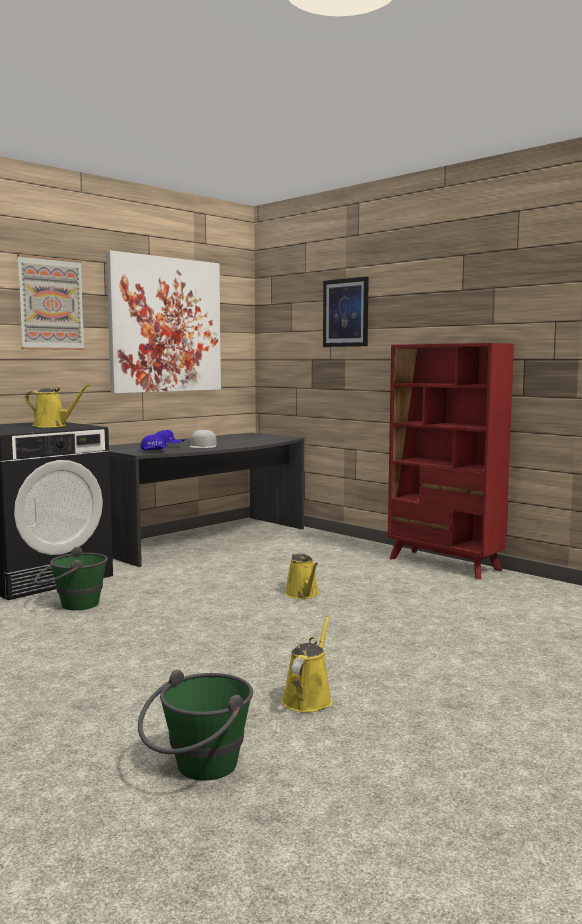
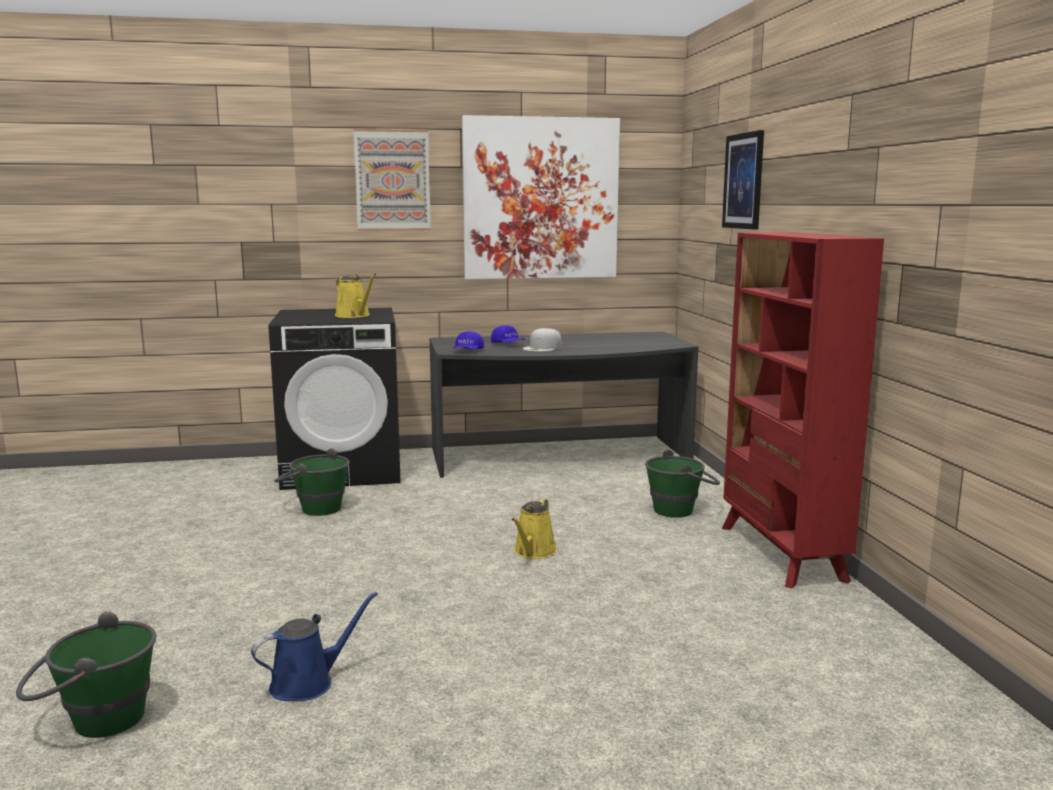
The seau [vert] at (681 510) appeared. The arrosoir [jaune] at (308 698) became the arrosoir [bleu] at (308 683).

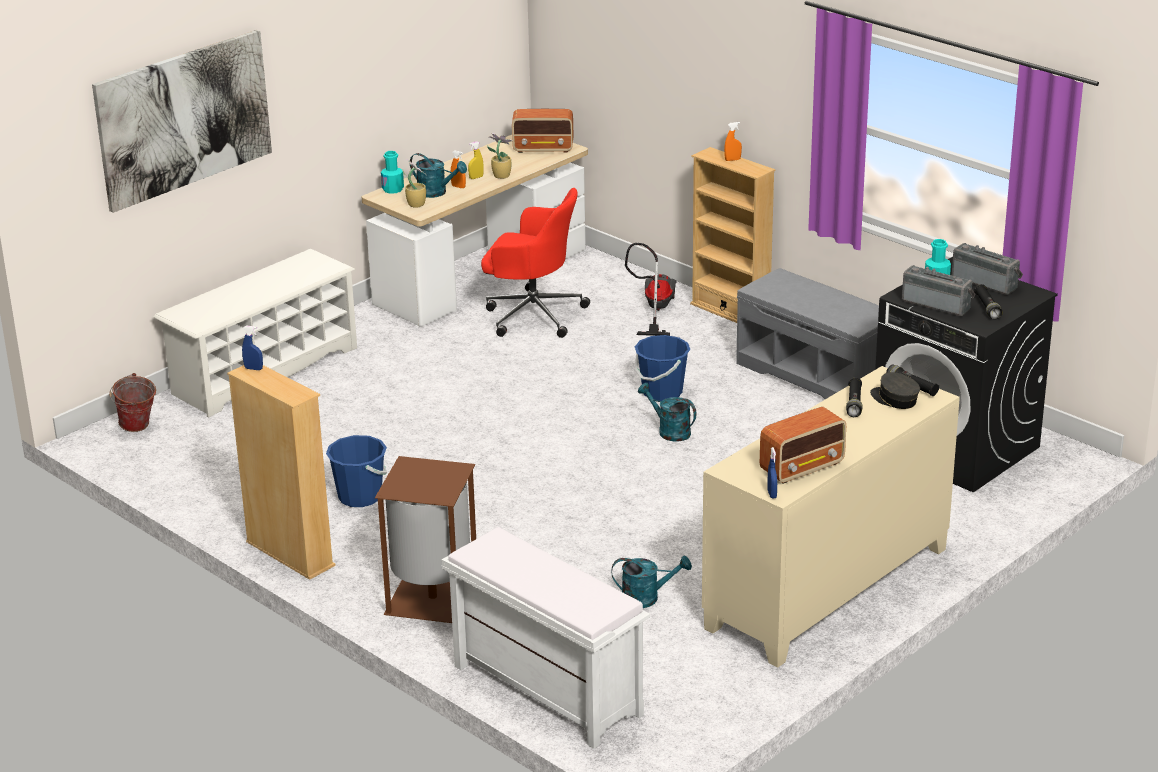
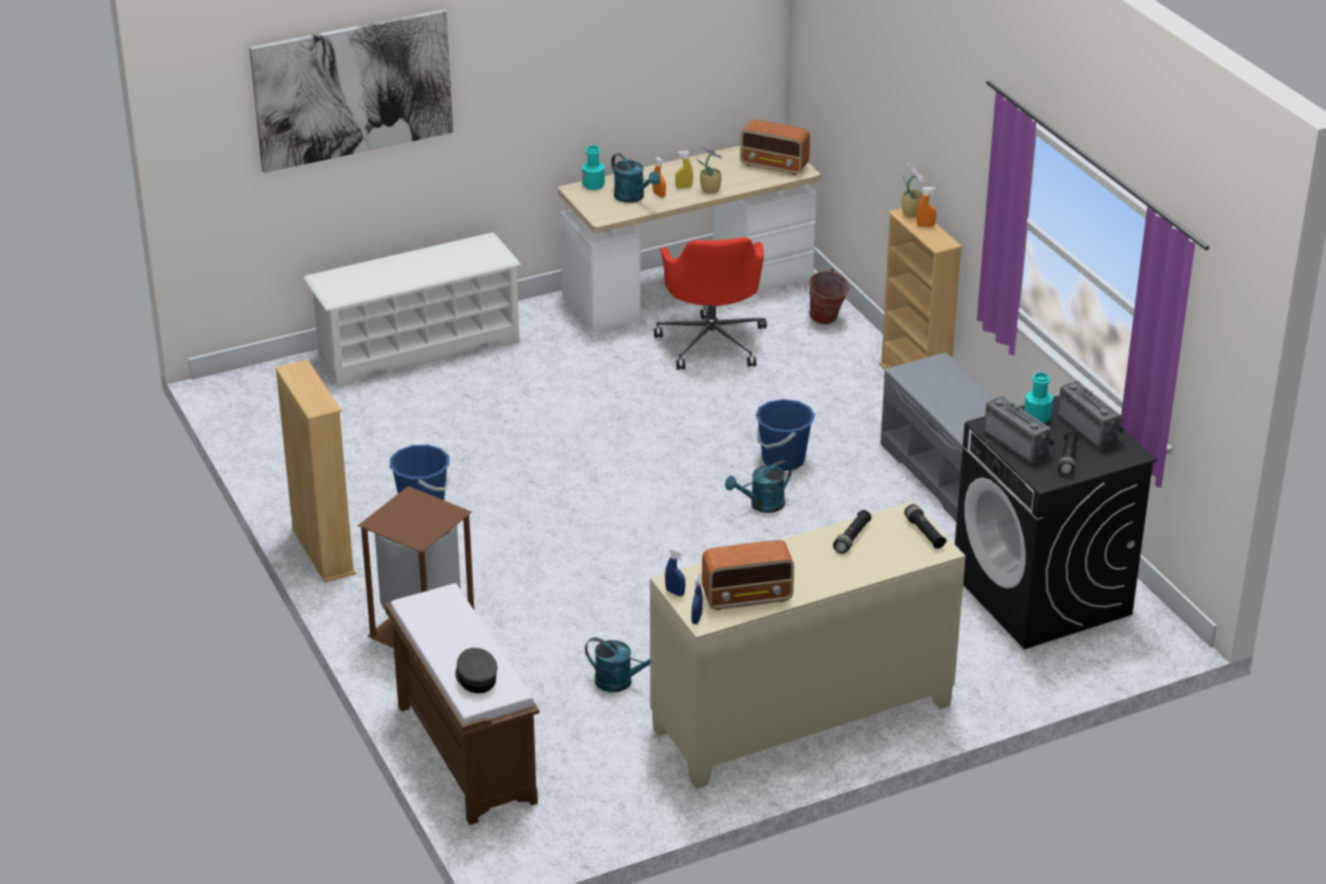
The aspirateur at (654 309) disappeared. The seau moved from (137 428) to (825 321). The vaporisateur [bleu] moved from (253 368) to (675 592). The plante en pot moved from (416 204) to (912 213). The casquette [gris] moved from (894 399) to (475 678). The banc [blanc] at (545 690) became the banc [marron] at (464 753). The chaise de bureau [rouge] at (532 314) turned 45 degrees clockwise. The arrosoir [turquoise] at (669 431) turned 90 degrees counterclockwise.

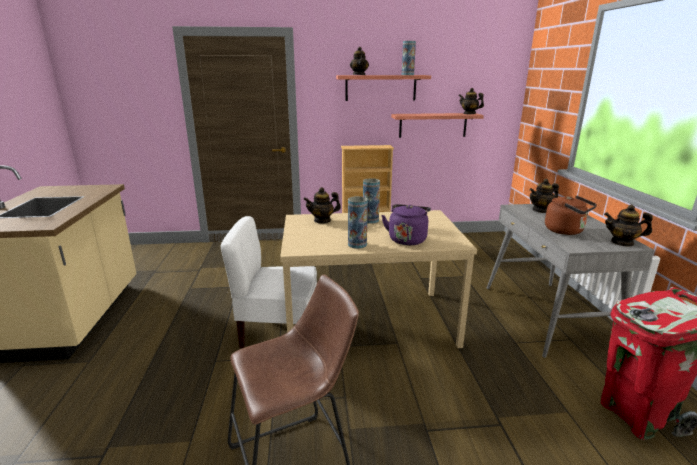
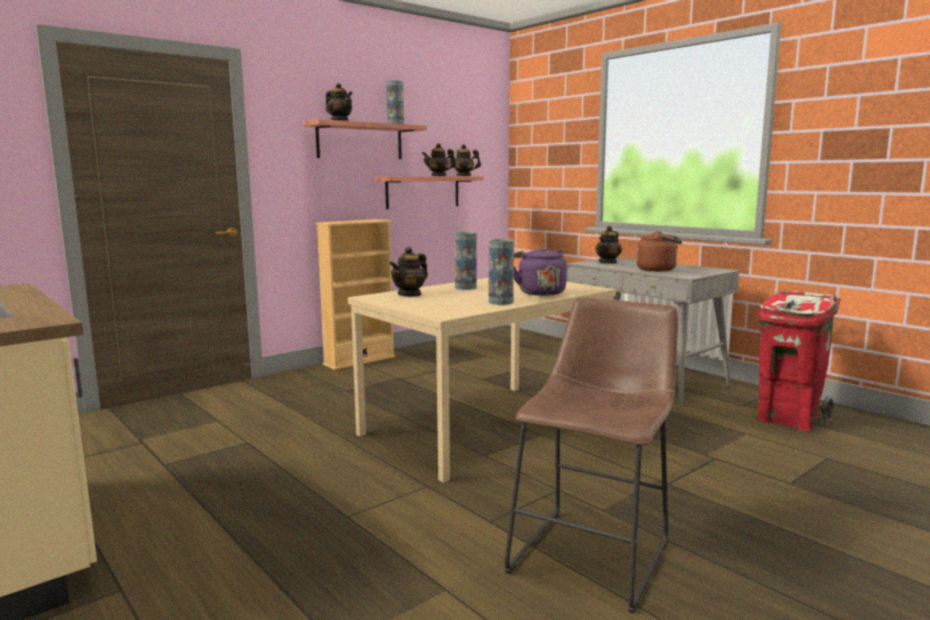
The chaise [blanc] at (278 331) disappeared. The théière moved from (622 242) to (439 176).

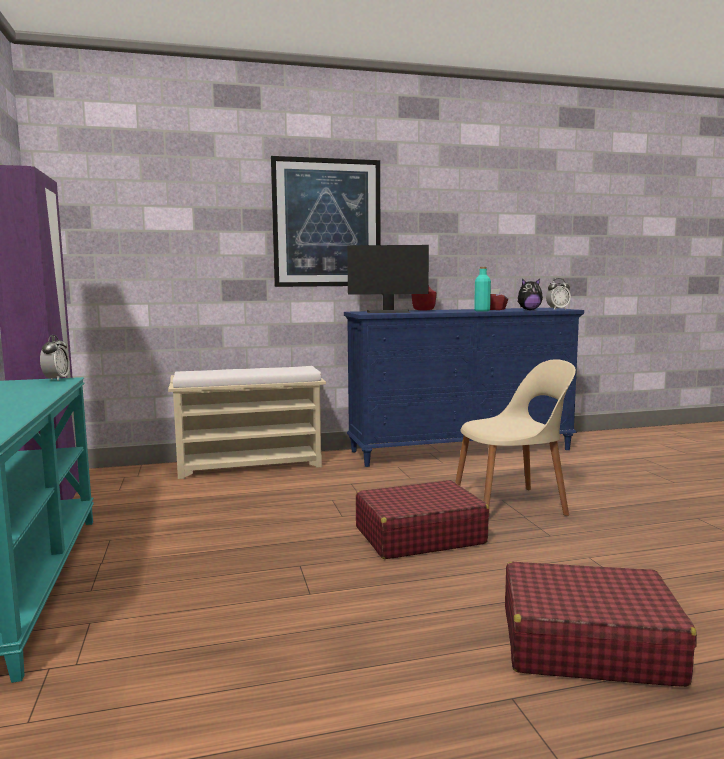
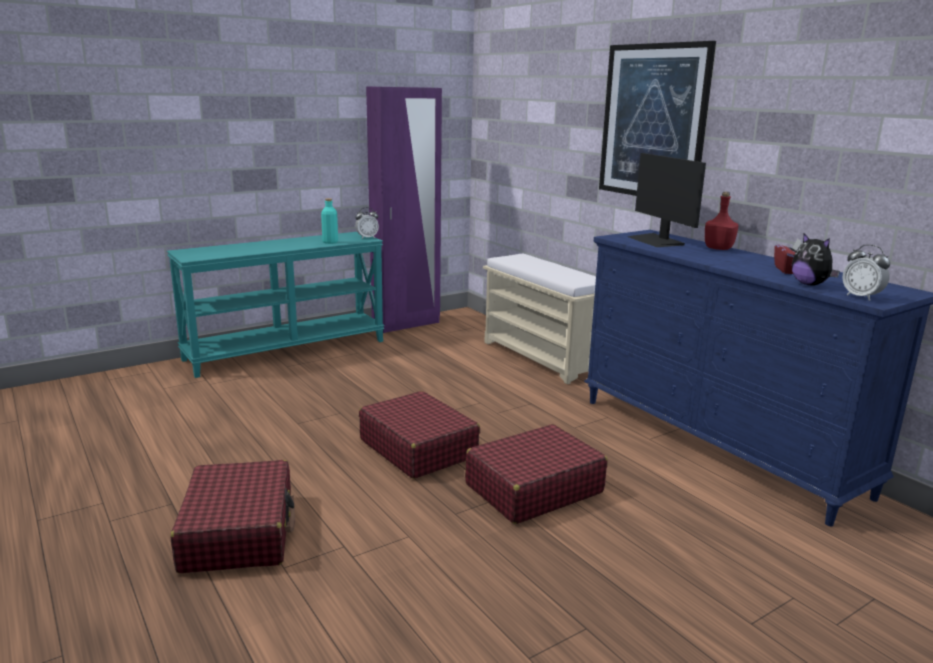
The bouteille [turquoise] moved from (482 311) to (330 242). The chaise [beige] at (512 505) was replaced by the valise [rouge] at (533 488).

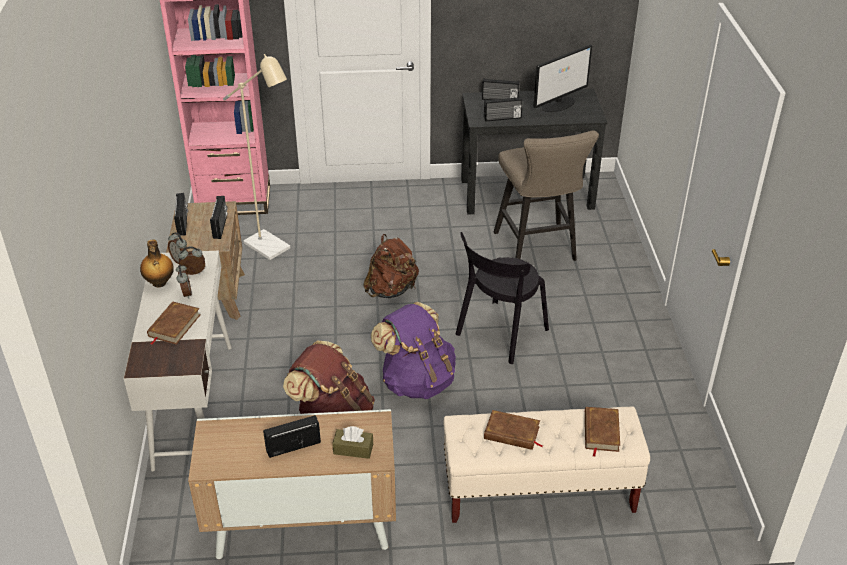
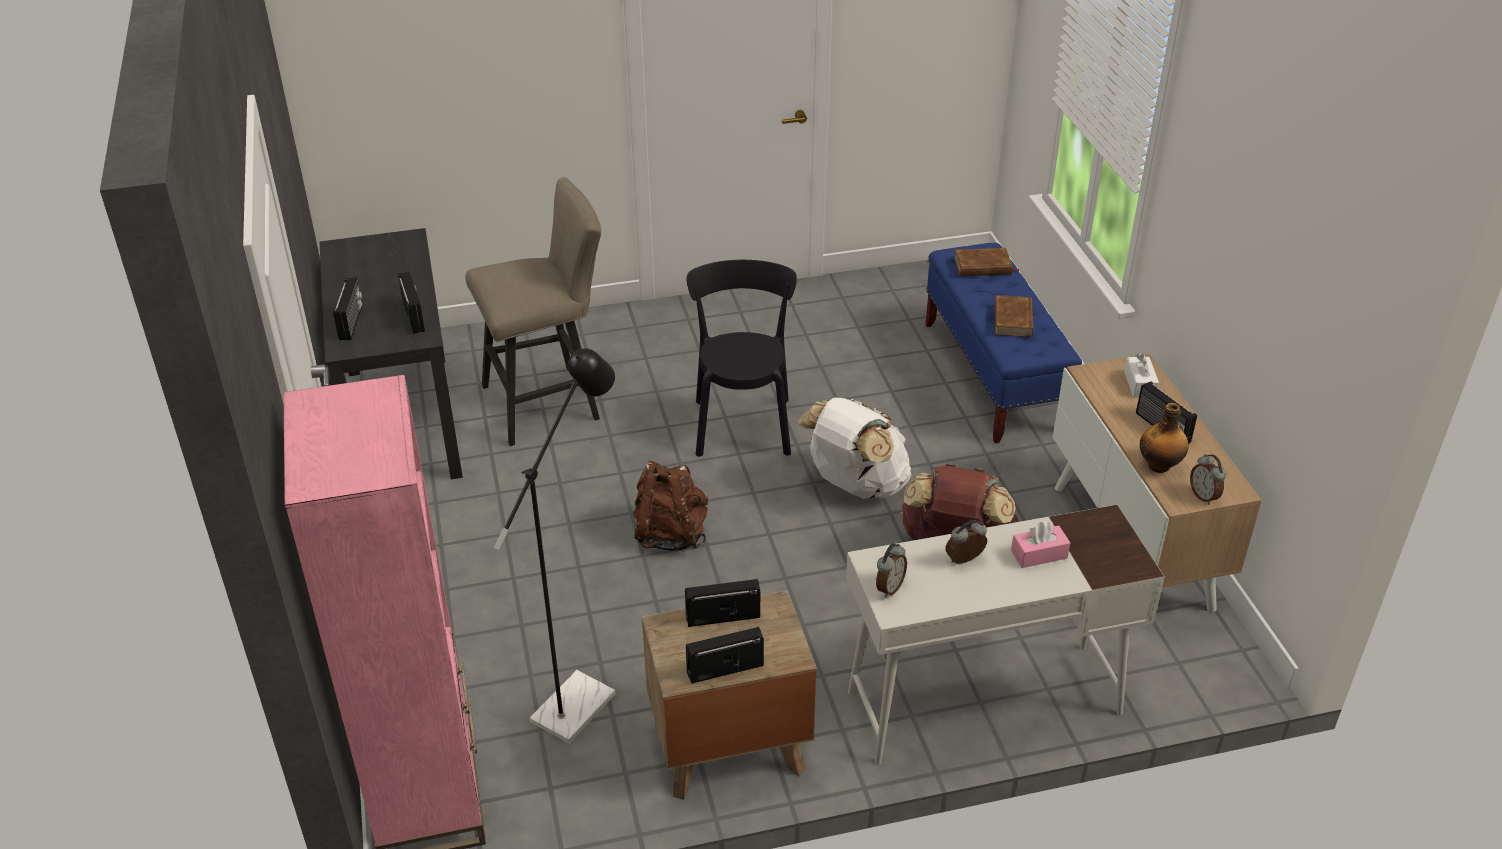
The écran d'ordinateur at (558 104) disappeared. The bouteille moved from (159 283) to (1159 465). The réveil moved from (193 273) to (1204 496). The livre [marron] at (174 326) was replaced by the boîte à mouchoirs [rose] at (1039 554). The lampadaire [beige] at (272 249) became the lampadaire [noir] at (582 697). The boîte à mouchoirs [marron] at (353 449) became the boîte à mouchoirs [blanc] at (1139 384). The sac à dos [violet] at (417 381) became the sac à dos [blanc] at (855 485). The banc [beige] at (538 491) became the banc [bleu] at (993 377). The chaise [noir] at (499 334) turned 120 degrees counterclockwise.

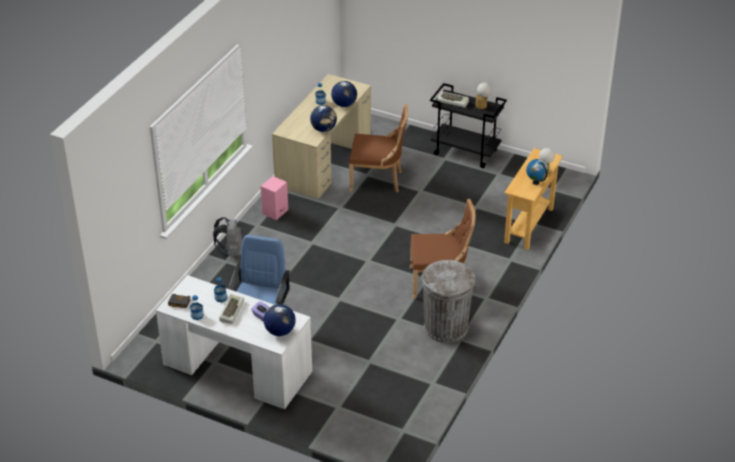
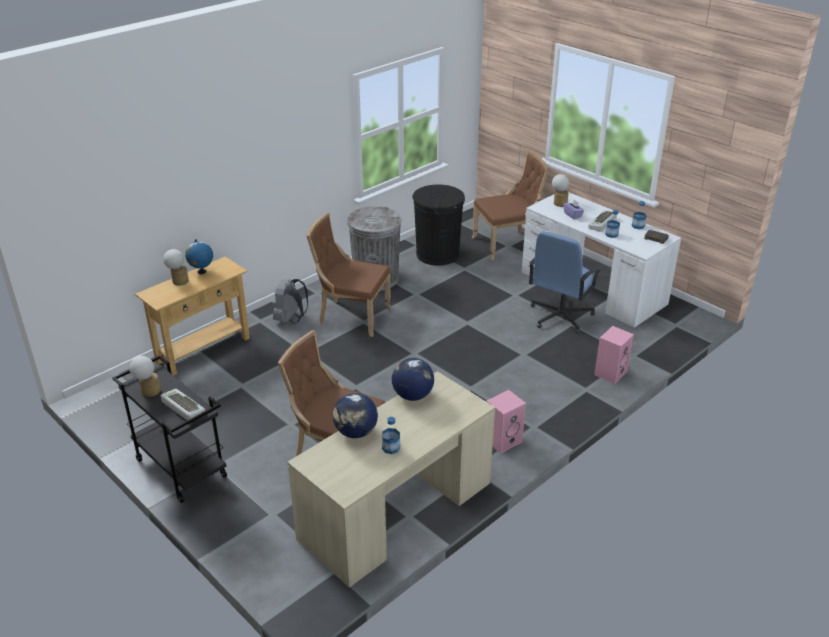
The poubelle [noir] at (437 254) appeared. The chaise [marron] at (507 243) appeared. The enceinte [rose] at (610 372) appeared. The sac à dos [gris] moved from (231 251) to (290 319). The globe at (280 331) was replaced by the lampe de table at (559 203).

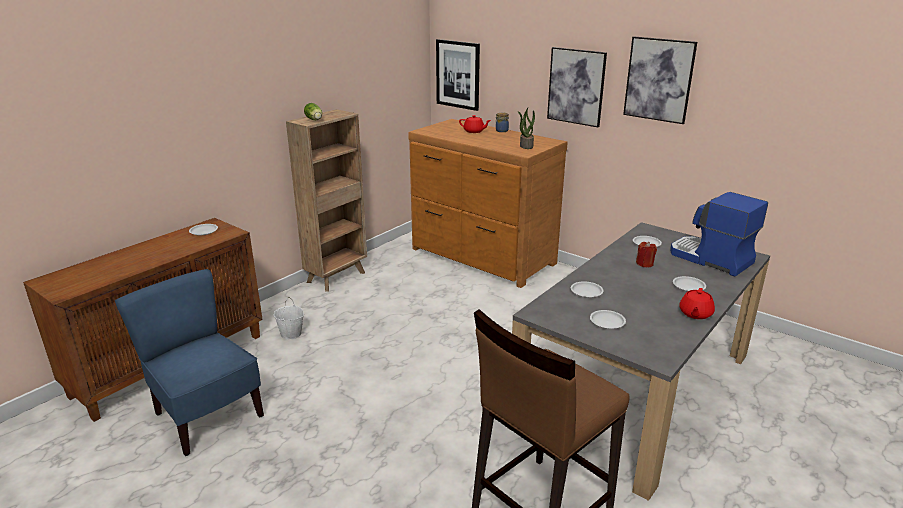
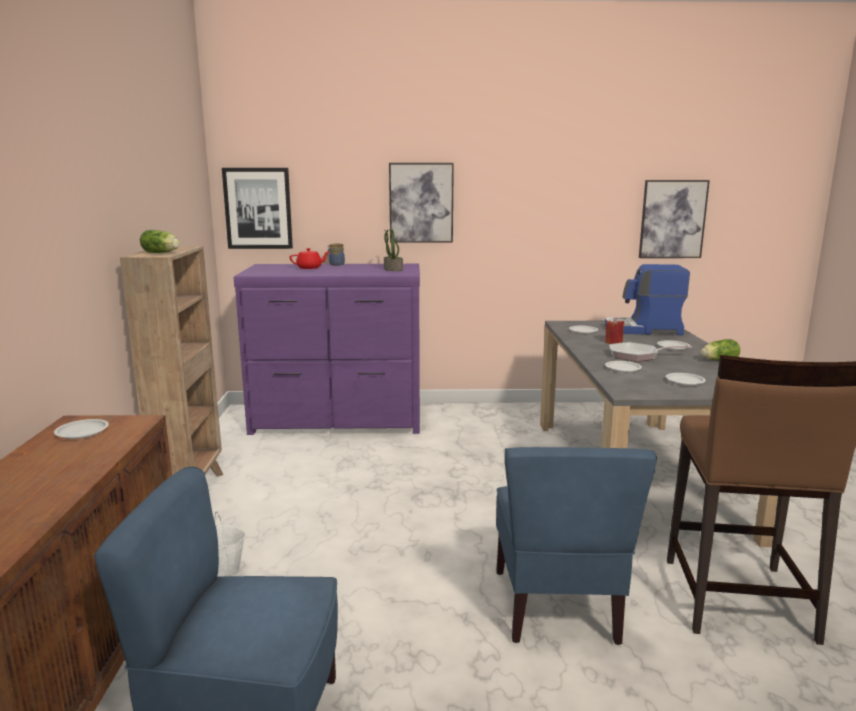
The chaise [bleu] at (557 606) appeared. The poêle at (637 356) appeared. The tableau moved from (659 79) to (672 219). The théière [rouge] at (695 314) was replaced by the laitue at (718 360). The commode [marron] at (481 257) became the commode [violet] at (338 420).

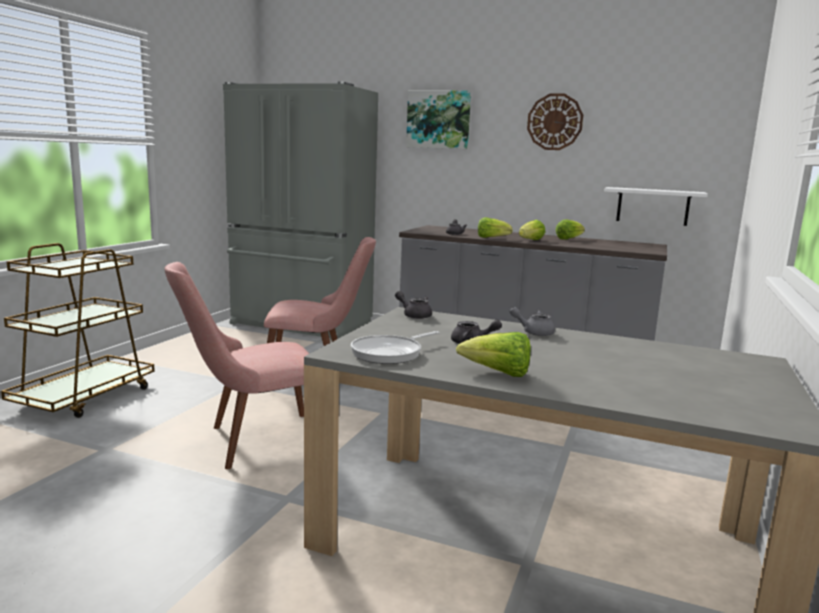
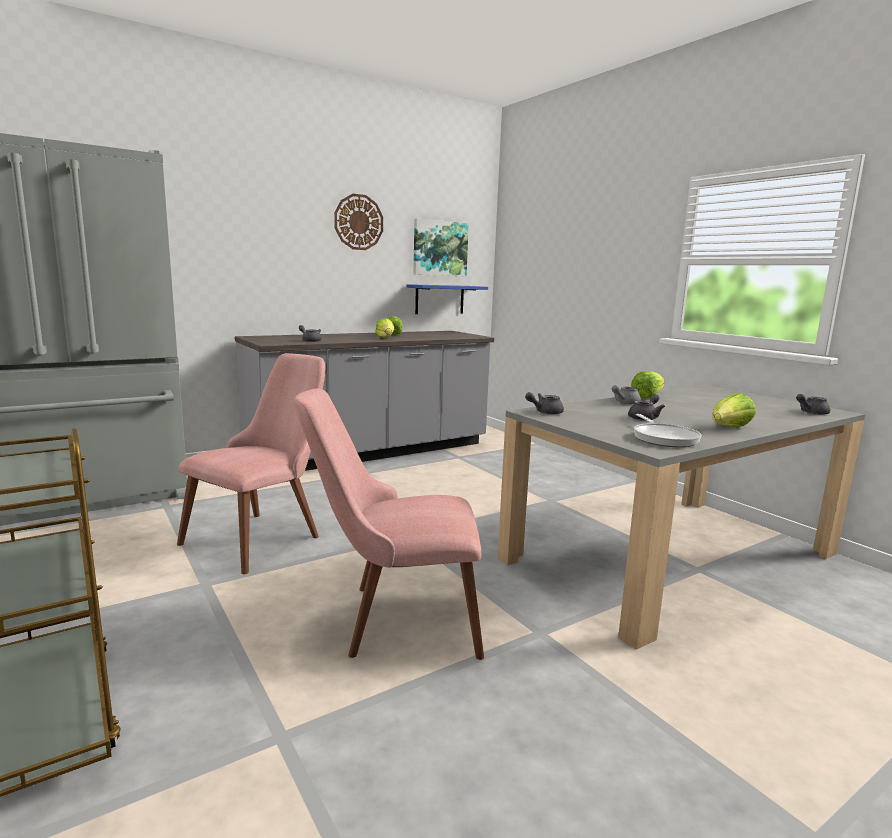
The théière [gris] at (810 413) appeared. The tableau moved from (438 119) to (439 248). The laitue moved from (491 238) to (647 396). The étagère [blanc] at (652 206) became the étagère [bleu] at (439 299). The chaise [rose] at (251 442) turned 75 degrees clockwise.

